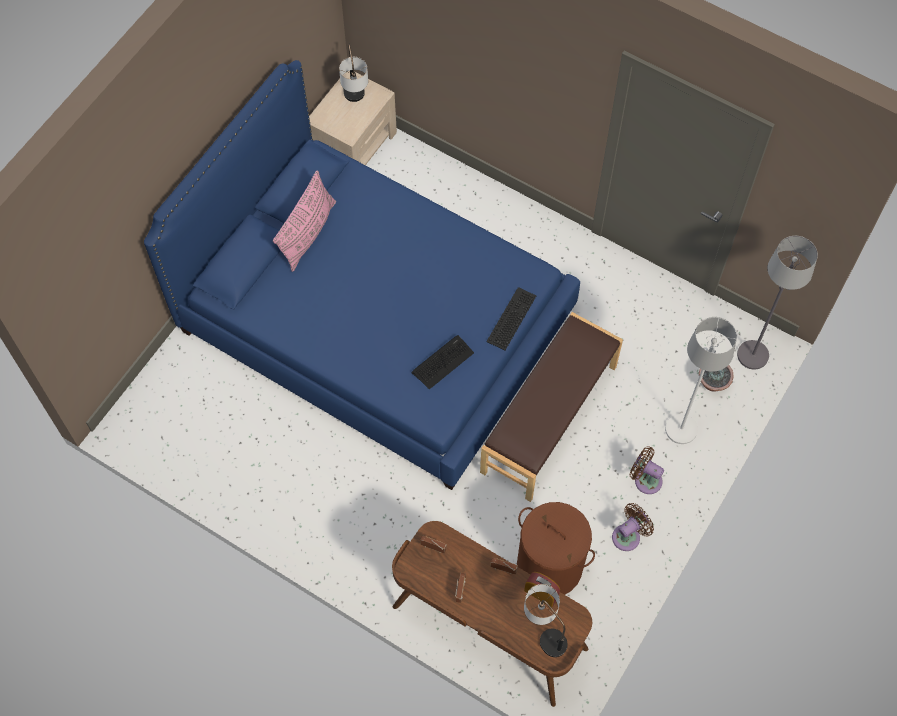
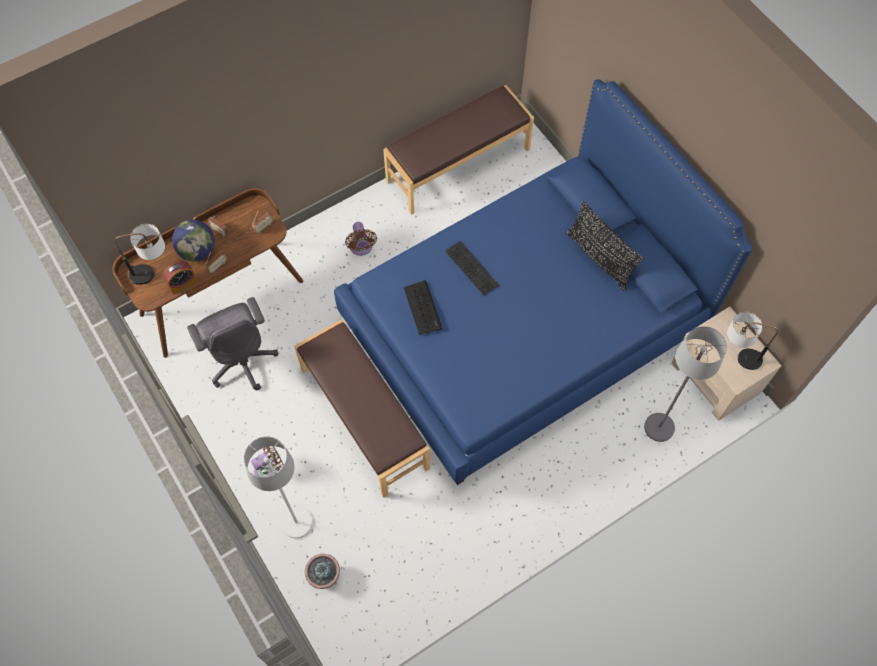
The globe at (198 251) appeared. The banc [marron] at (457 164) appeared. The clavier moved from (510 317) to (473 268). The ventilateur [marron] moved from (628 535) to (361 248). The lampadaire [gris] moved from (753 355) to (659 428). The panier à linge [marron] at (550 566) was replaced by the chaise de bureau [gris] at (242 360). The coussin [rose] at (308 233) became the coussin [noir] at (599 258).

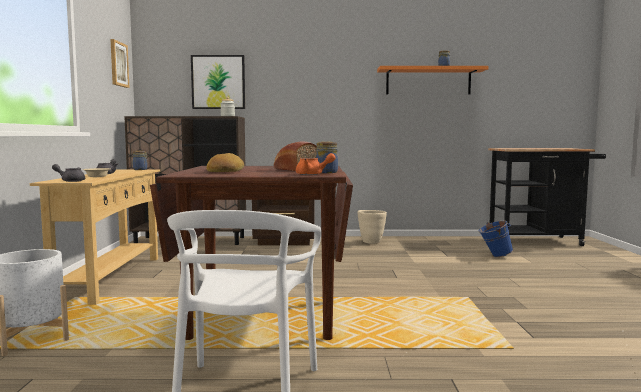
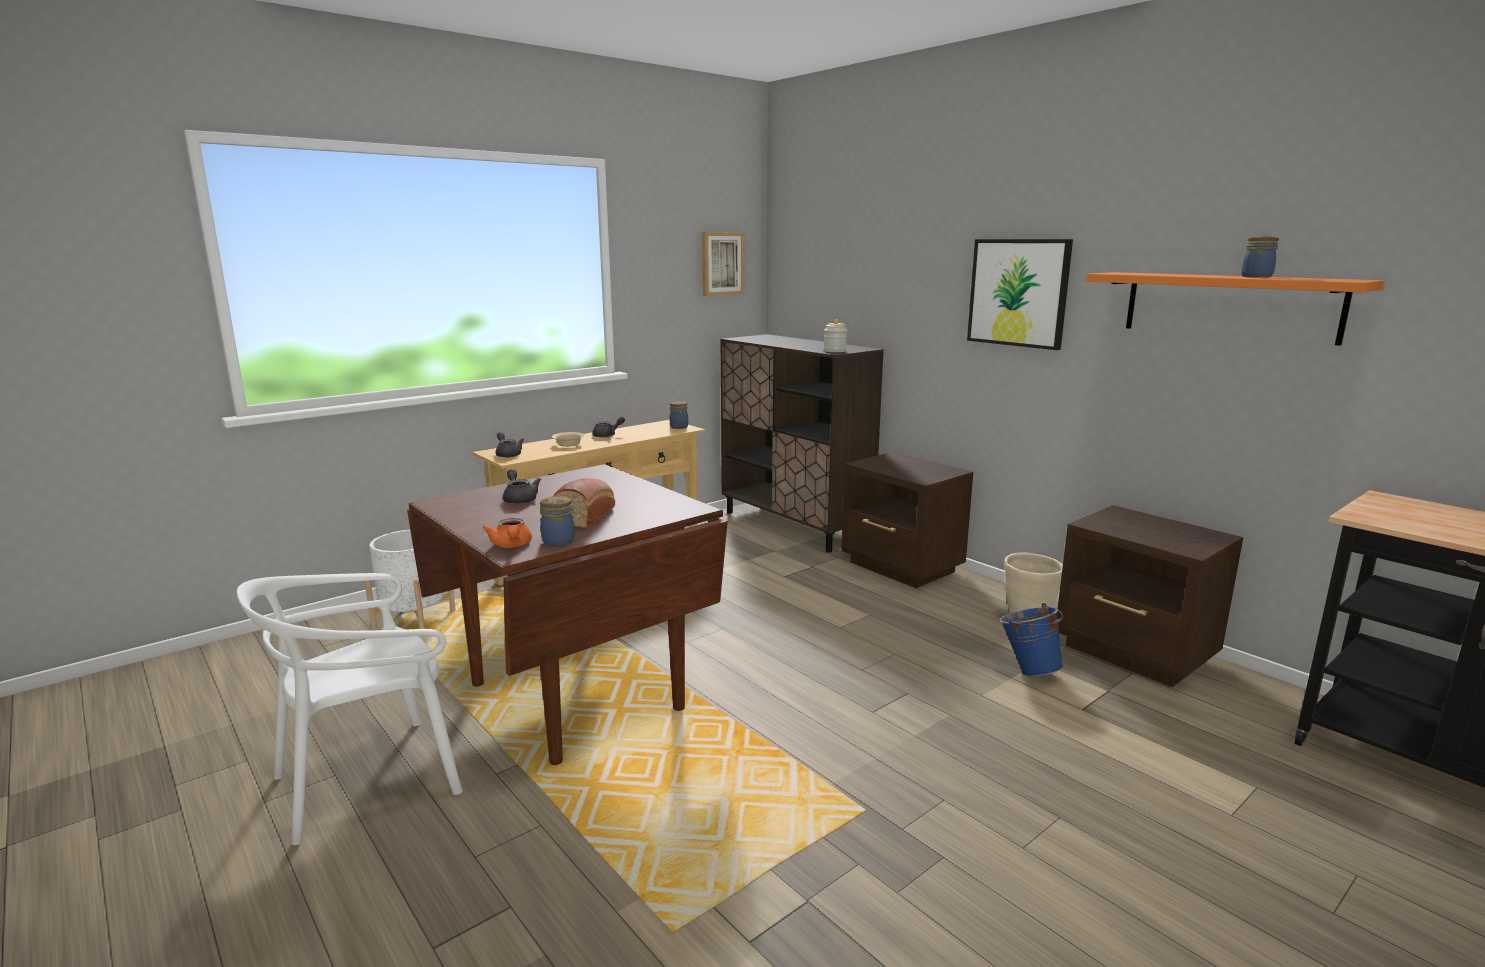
The table de chevet [marron] at (1135 654) appeared. The tableau moved from (218 82) to (1018 293). The seau [bleu] moved from (494 256) to (1027 670). The pain at (225 171) was replaced by the théière [gris] at (519 499).

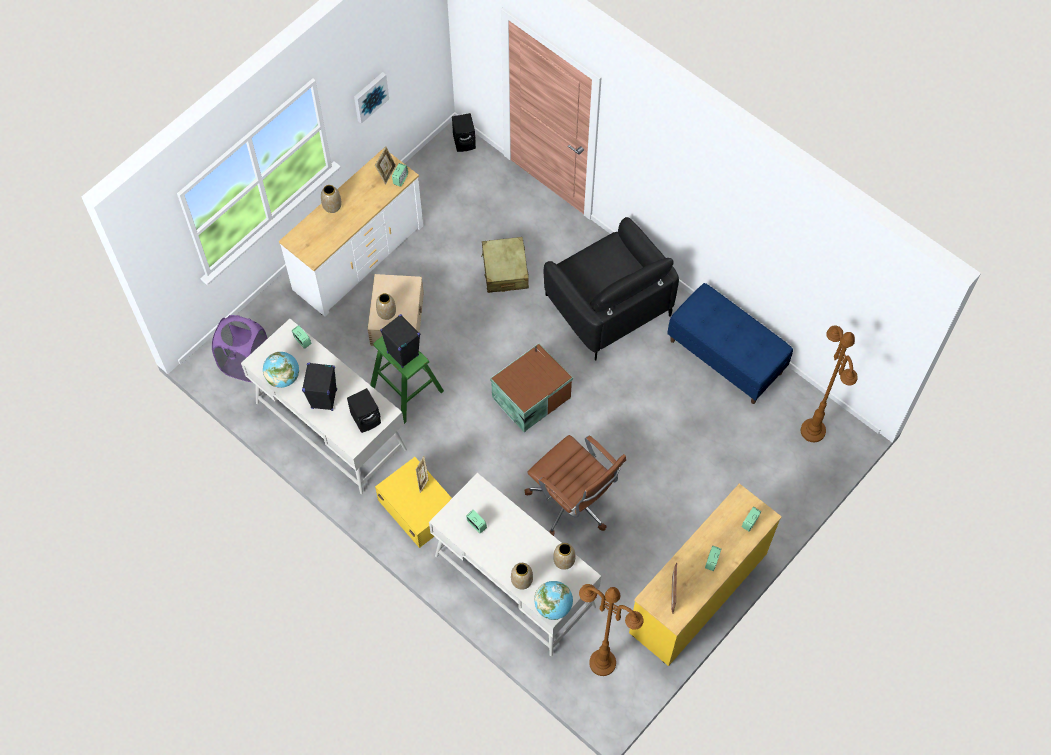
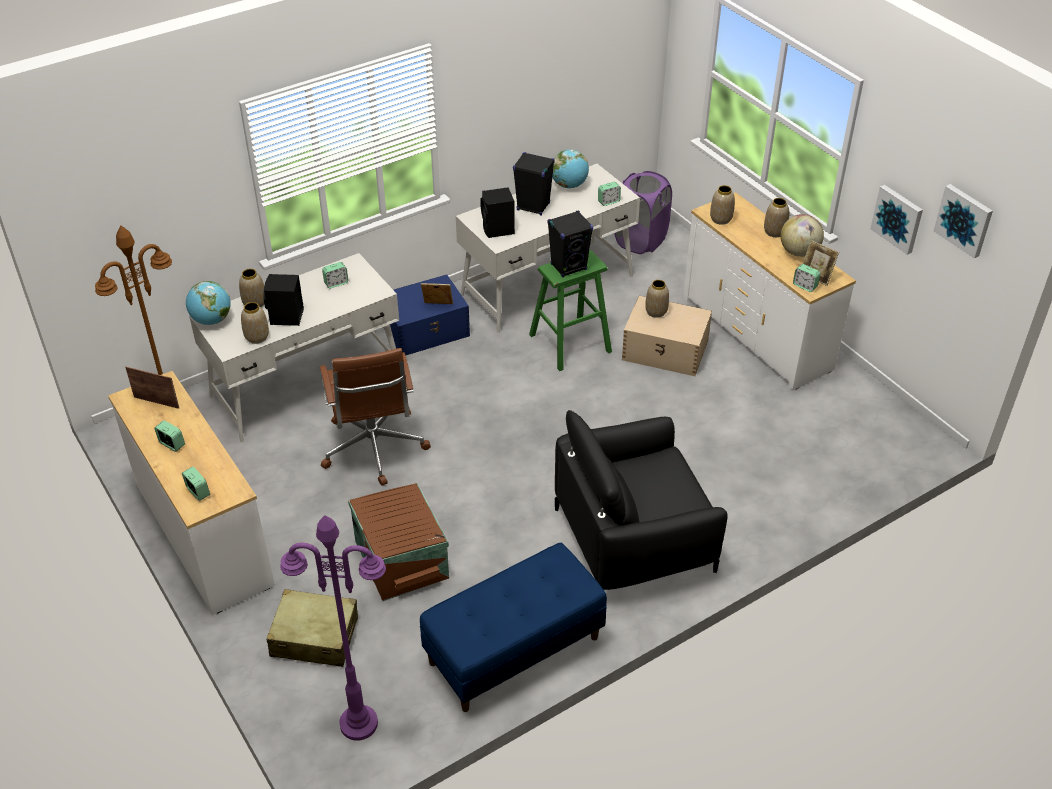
The vase at (720 219) appeared. The globe at (799 252) appeared. The tableau at (964 220) appeared. The enceinte [noir] moved from (465 142) to (286 317). The valise [beige] moved from (505 270) to (314 637). The boîte de rangement [marron] moved from (530 397) to (402 558). The boîte de rangement [jaune] at (418 508) became the boîte de rangement [bleu] at (426 330). The commode [jaune] at (698 593) became the commode [blanc] at (202 535). The lampadaire [marron] at (813 431) became the lampadaire [violet] at (358 724). The chaise de bureau [marron] at (573 502) turned 75 degrees counterclockwise.

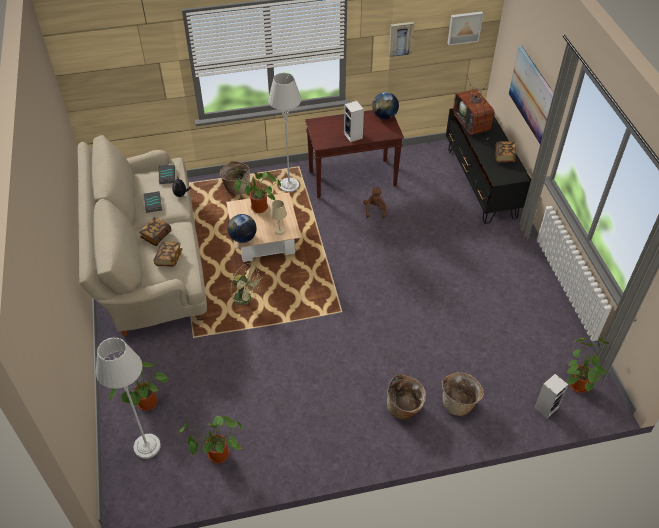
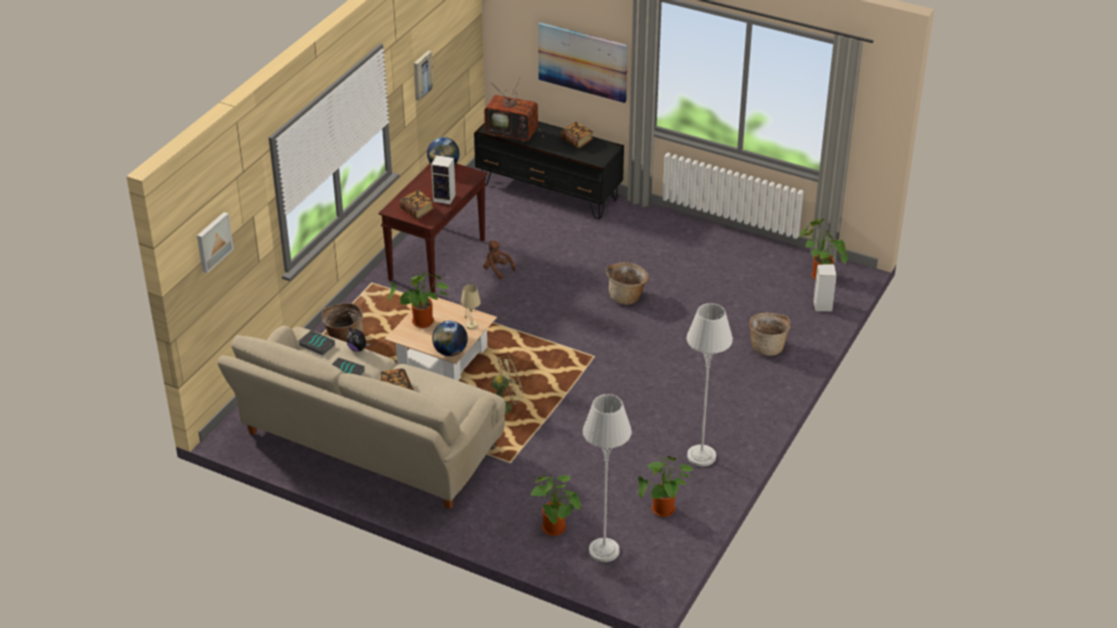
The livre moved from (169 258) to (417 210). The lampadaire [gris] moved from (289 185) to (701 456). The panier moved from (404 408) to (627 296). The tableau moved from (464 27) to (213 241).

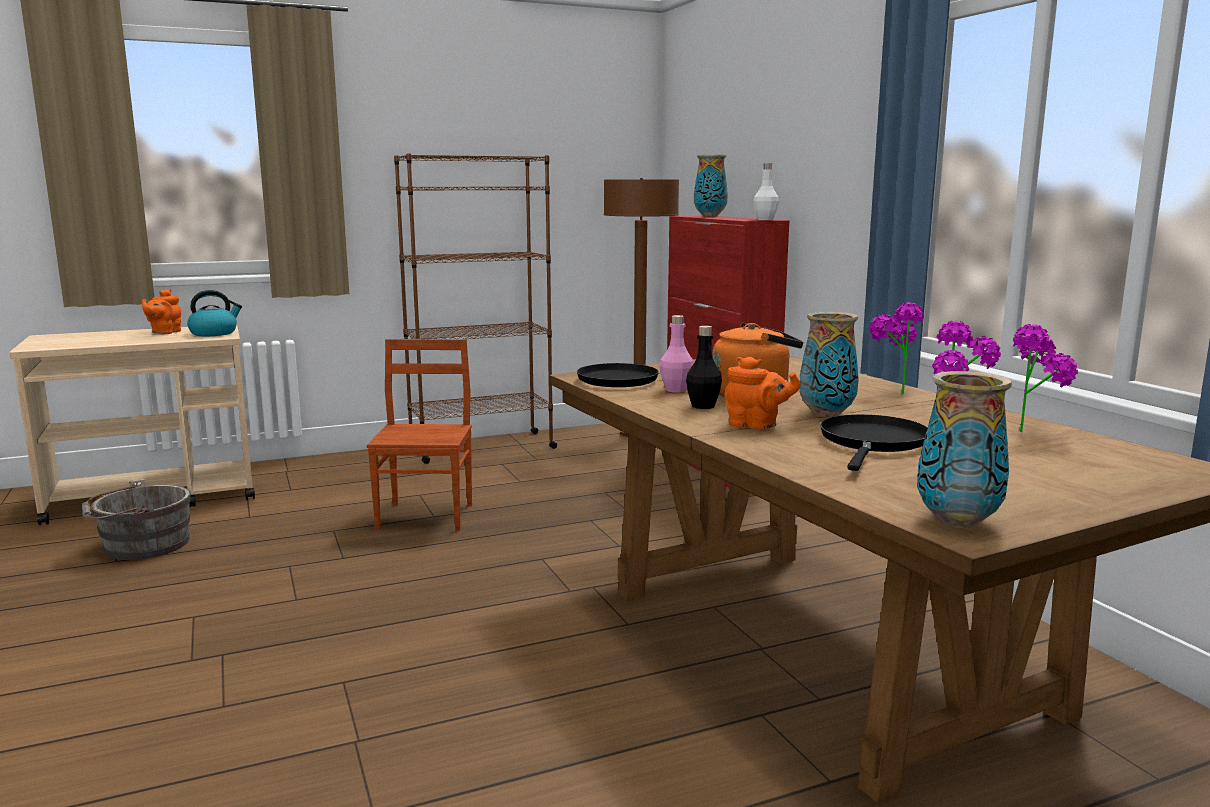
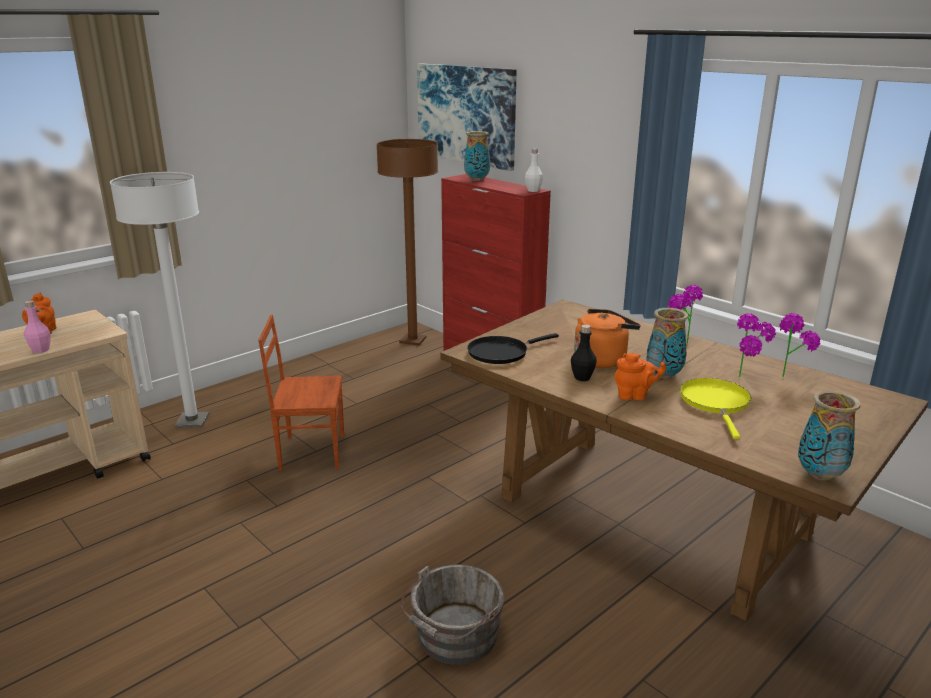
The bouilloire at (214 333) disappeared. The bibliothèque [marron] at (481 447) disappeared. The lampadaire [blanc] at (192 421) appeared. The tableau at (466 114) appeared. The seau [gris] moved from (141 546) to (454 637). The bouteille [rose] moved from (676 390) to (41 350). The poêle [noir] at (873 442) became the poêle [jaune] at (715 403). The chaise [marron] at (427 516) turned 75 degrees counterclockwise.

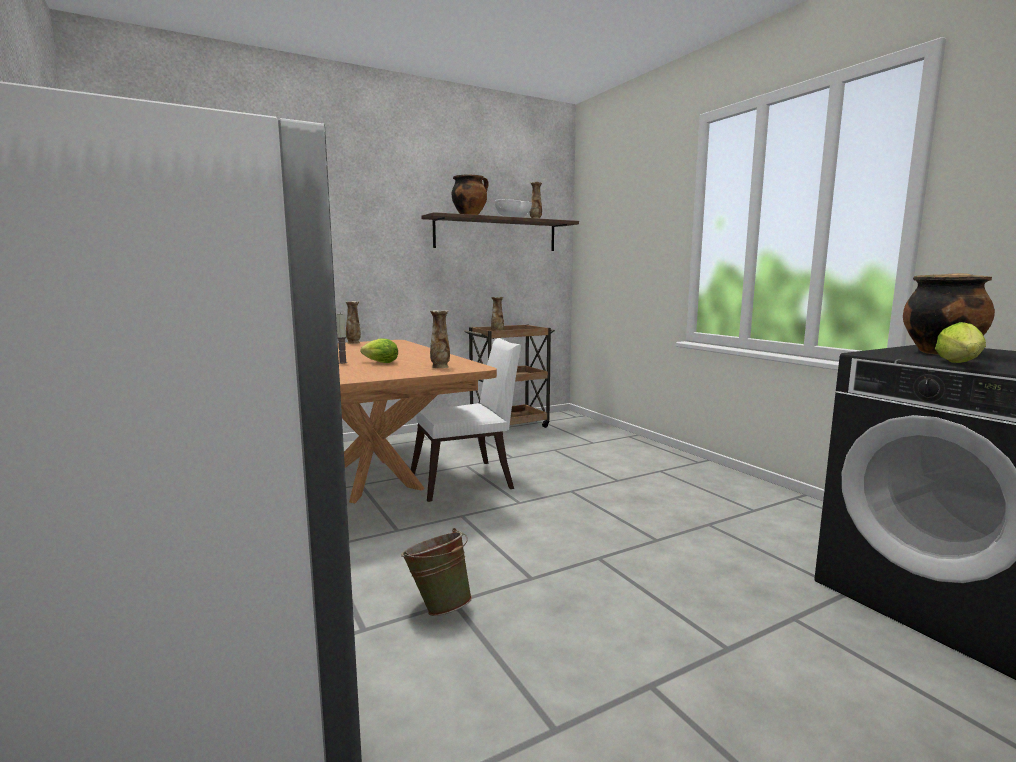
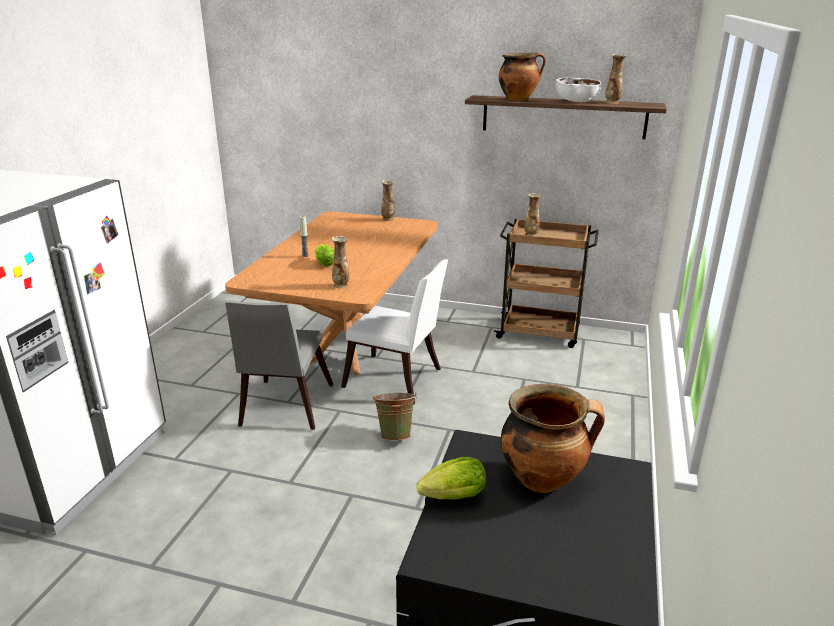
The chaise [gris] at (284 408) appeared. The seau [vert] moved from (438 606) to (395 434).

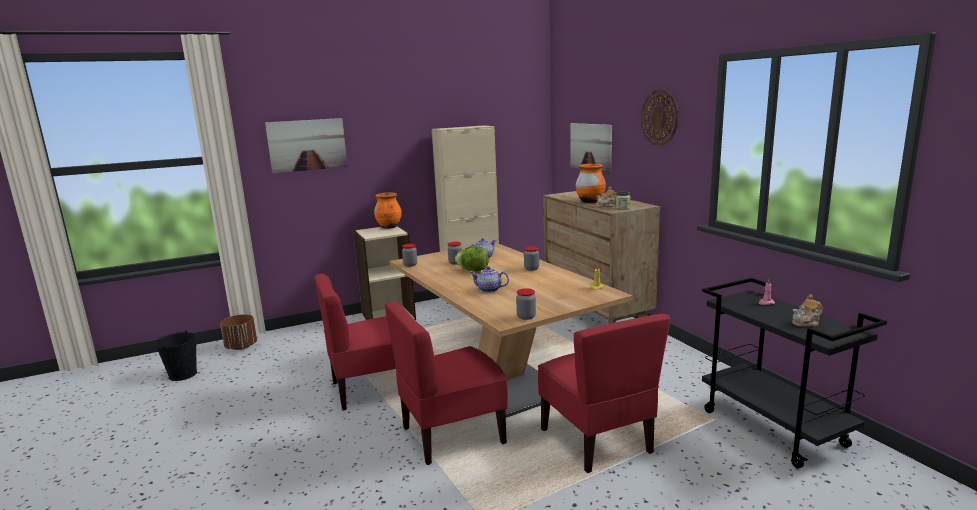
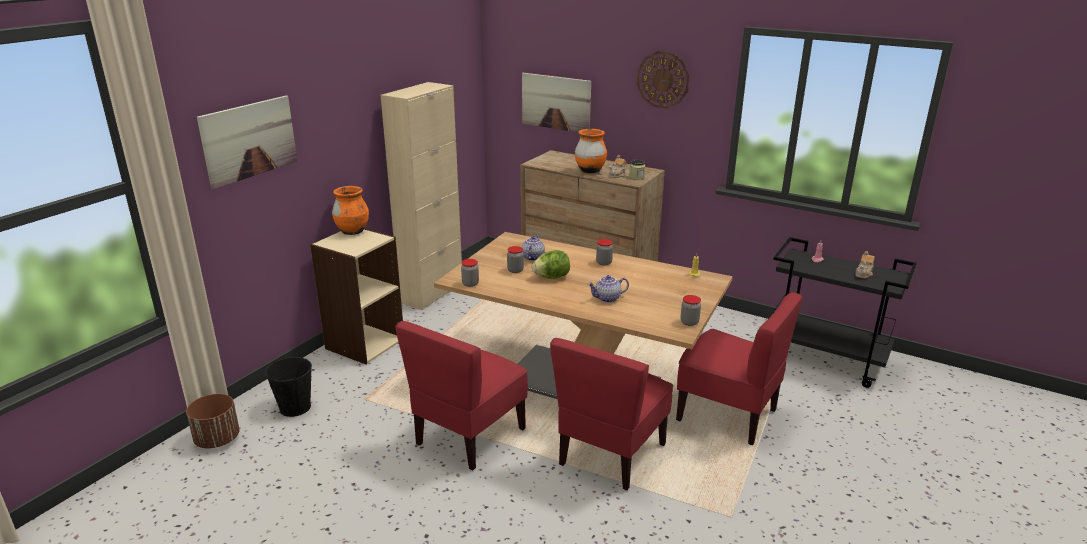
The seau [noir] moved from (183 374) to (295 407).

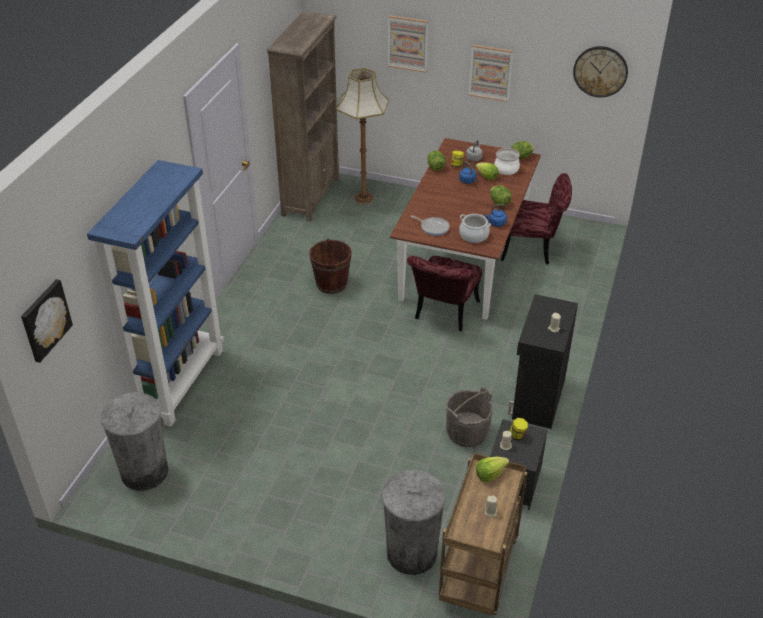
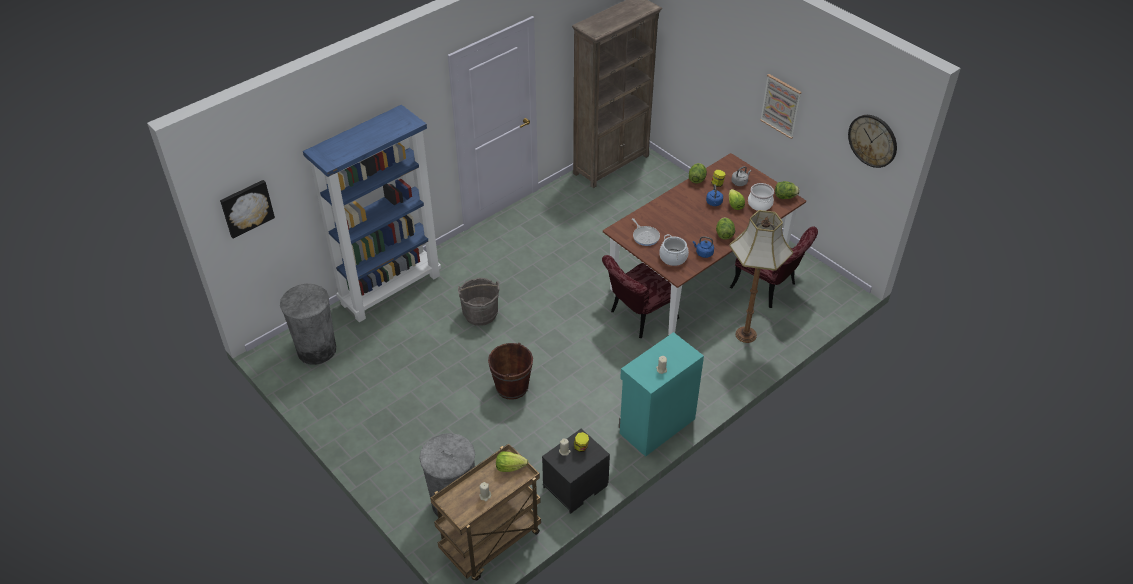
The tableau at (408 43) disappeared. The seau [marron] moved from (331 284) to (512 387). The lampadaire moved from (363 198) to (745 334). The seau [gris] moved from (467 433) to (480 314). The meuble de rangement [noir] at (537 398) became the meuble de rangement [turquoise] at (656 425).

